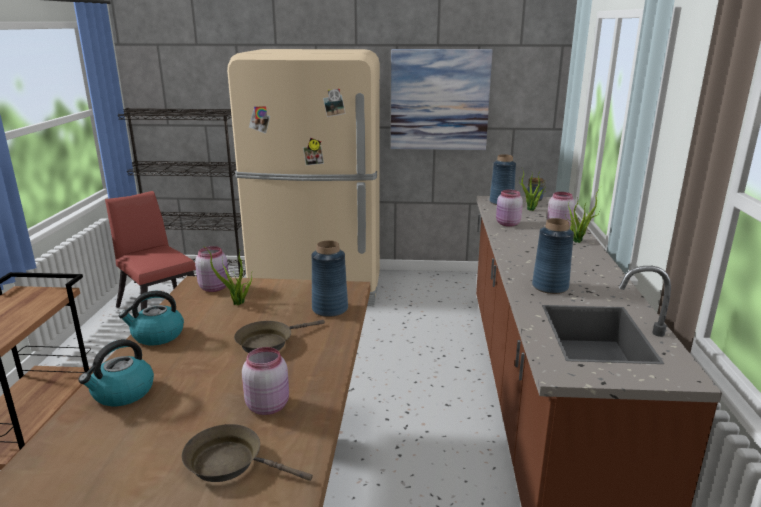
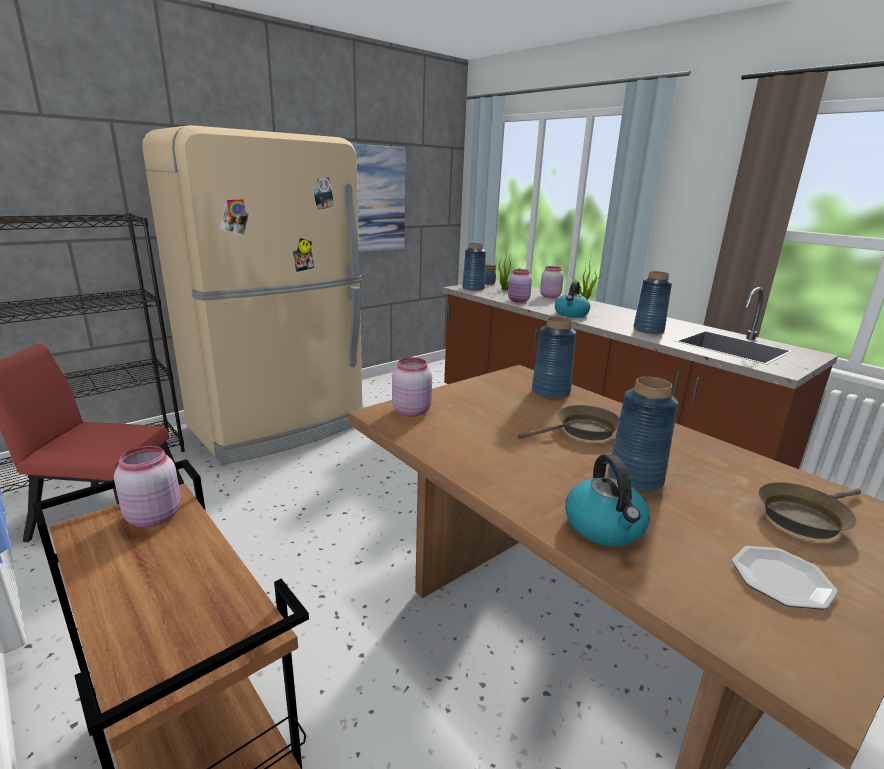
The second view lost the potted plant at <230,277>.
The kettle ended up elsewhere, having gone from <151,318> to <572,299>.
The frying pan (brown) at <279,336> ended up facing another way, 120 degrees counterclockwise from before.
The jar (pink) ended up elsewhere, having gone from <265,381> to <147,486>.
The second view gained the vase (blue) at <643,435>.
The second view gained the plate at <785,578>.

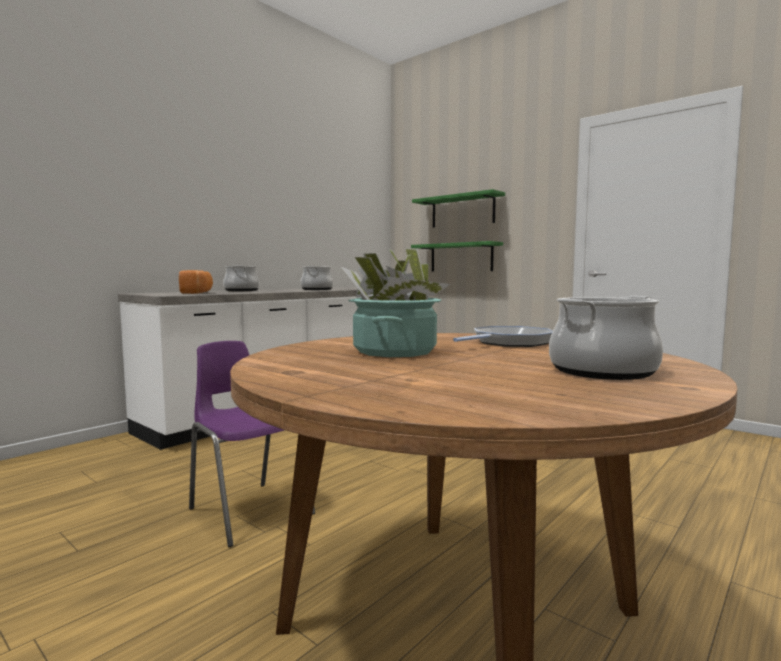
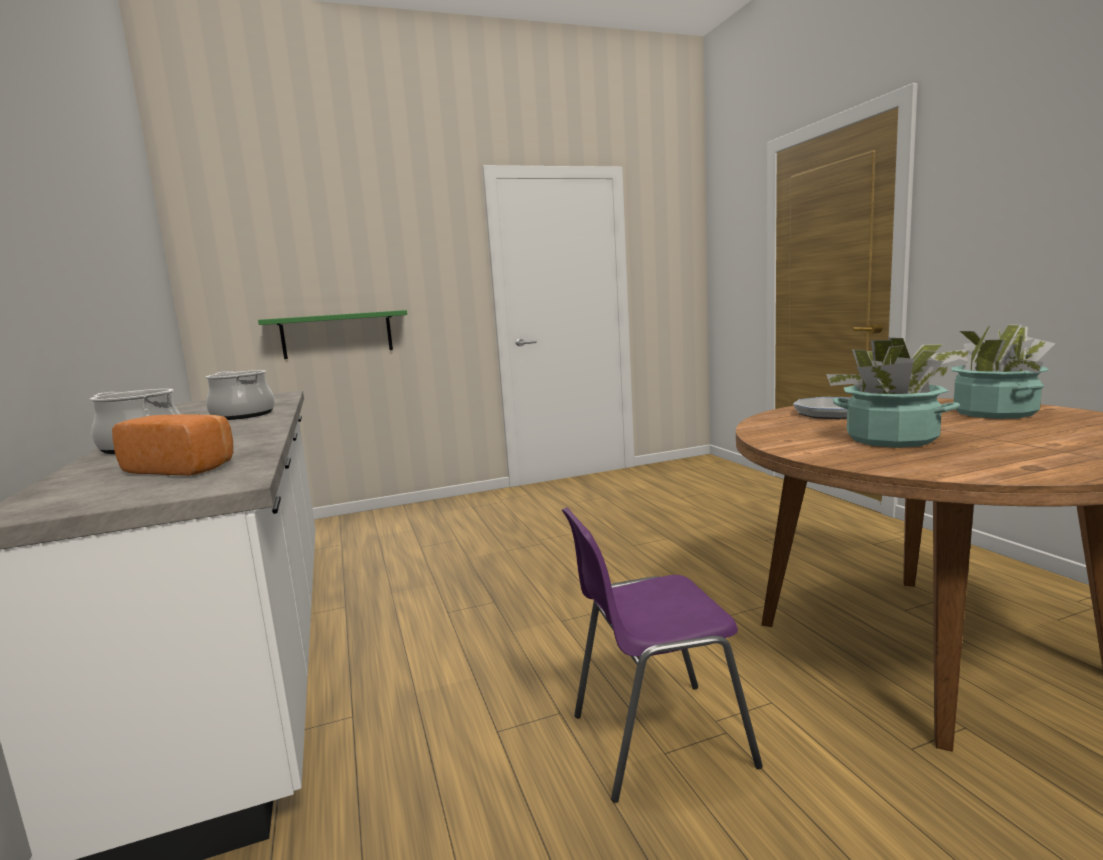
The second view lost the shelf (green) at <458,208>.
Where the cooking pot stood at <606,338>, the potted plant came to stand at <993,371>.

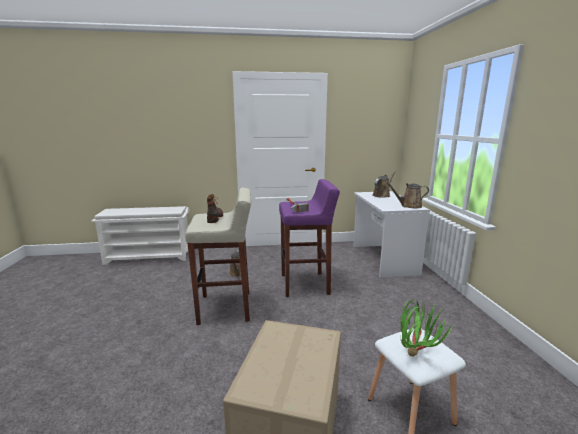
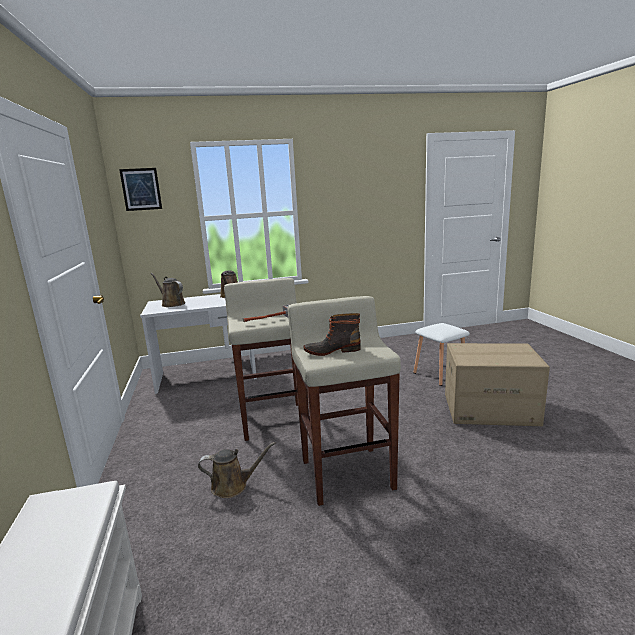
What was the stool (purple) at <309,238> turned into the stool (beige) at <266,359>.
The second view lost the potted plant at <426,327>.
The second view gained the picture at <140,189>.

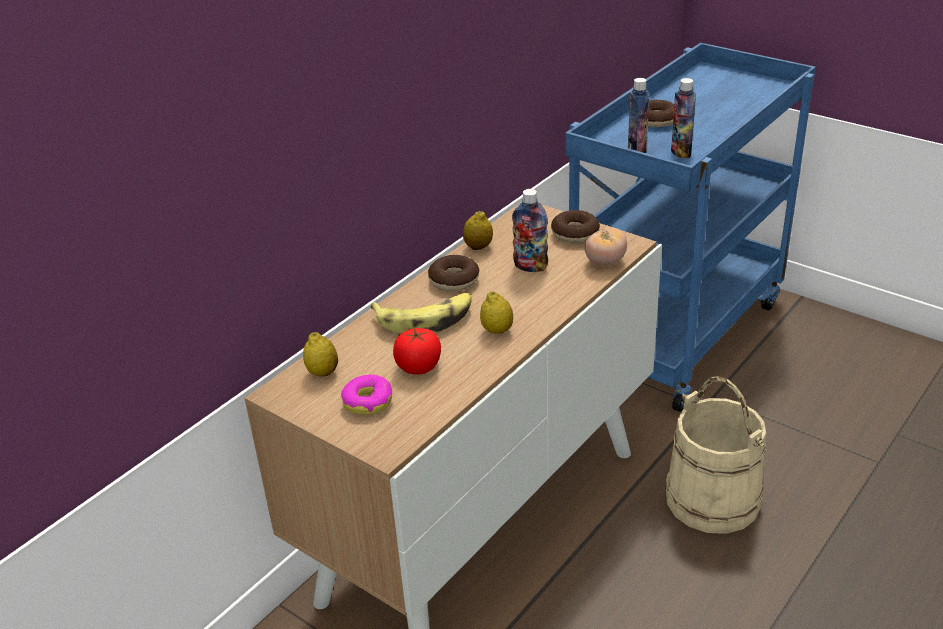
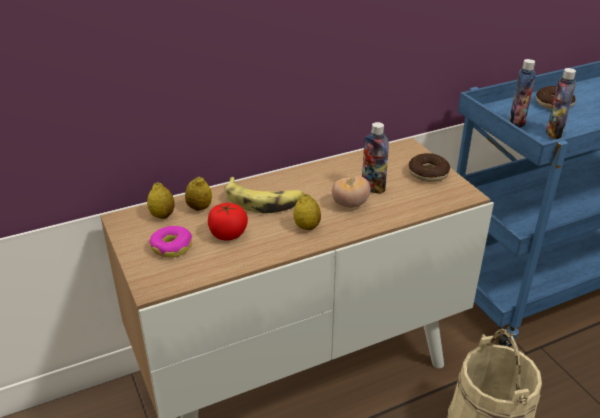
The lemon ended up elsewhere, having gone from <478,230> to <198,194>.
The tomato ended up elsewhere, having gone from <606,246> to <351,192>.
The second view lost the donut at <453,273>.

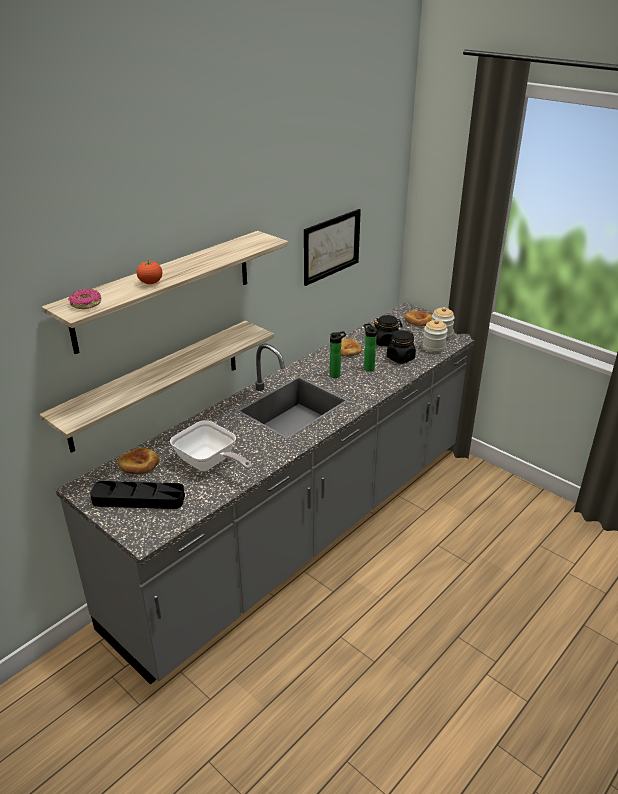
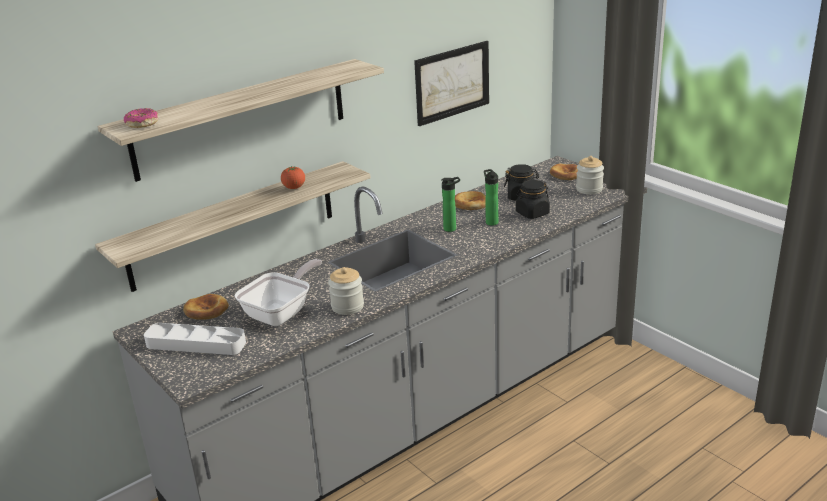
The tomato ended up elsewhere, having gone from <149,272> to <293,177>.
The jar ended up elsewhere, having gone from <435,336> to <346,291>.
The frying pan at <211,445> ended up facing another way, 105 degrees counterclockwise from before.
What was the tray (black) at <137,495> turned into the tray (white) at <195,339>.

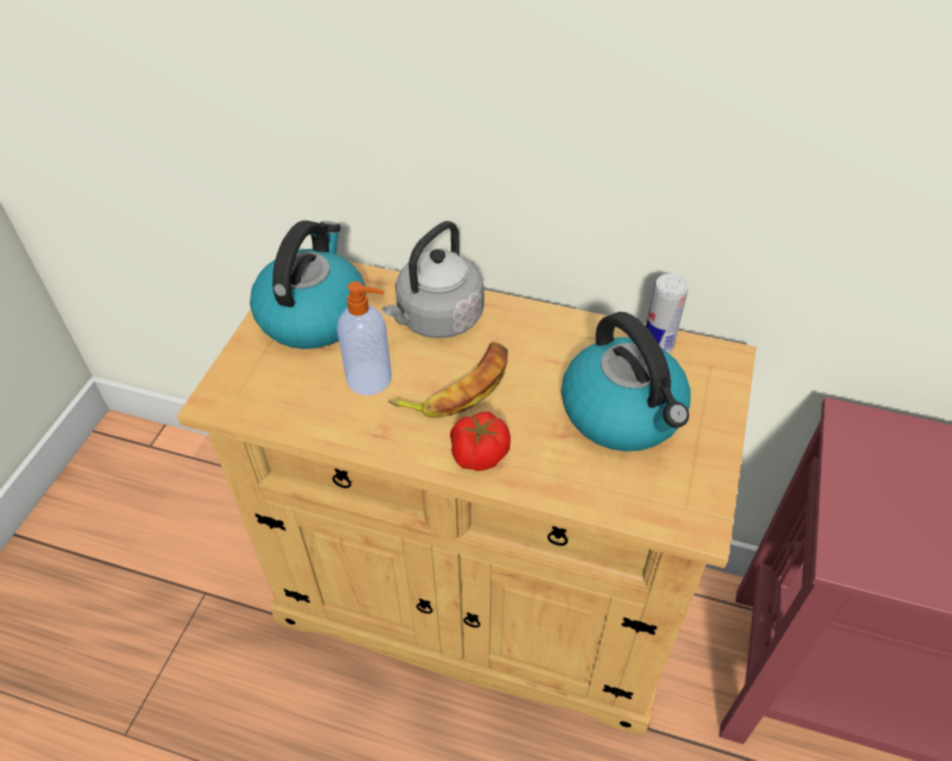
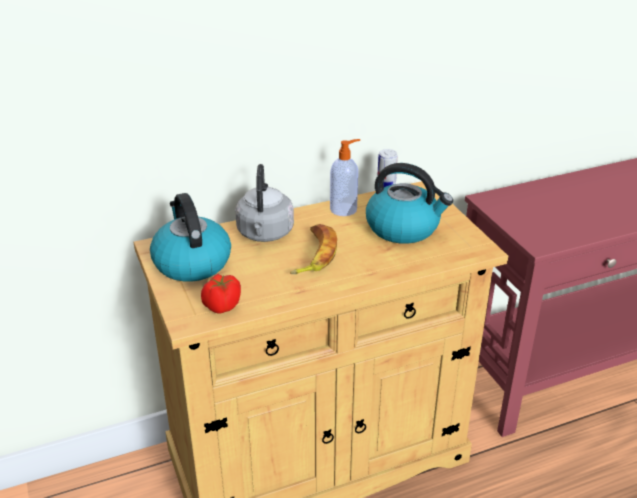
The soap dispenser ended up elsewhere, having gone from <364,338> to <345,177>.
The tomato ended up elsewhere, having gone from <480,441> to <221,294>.

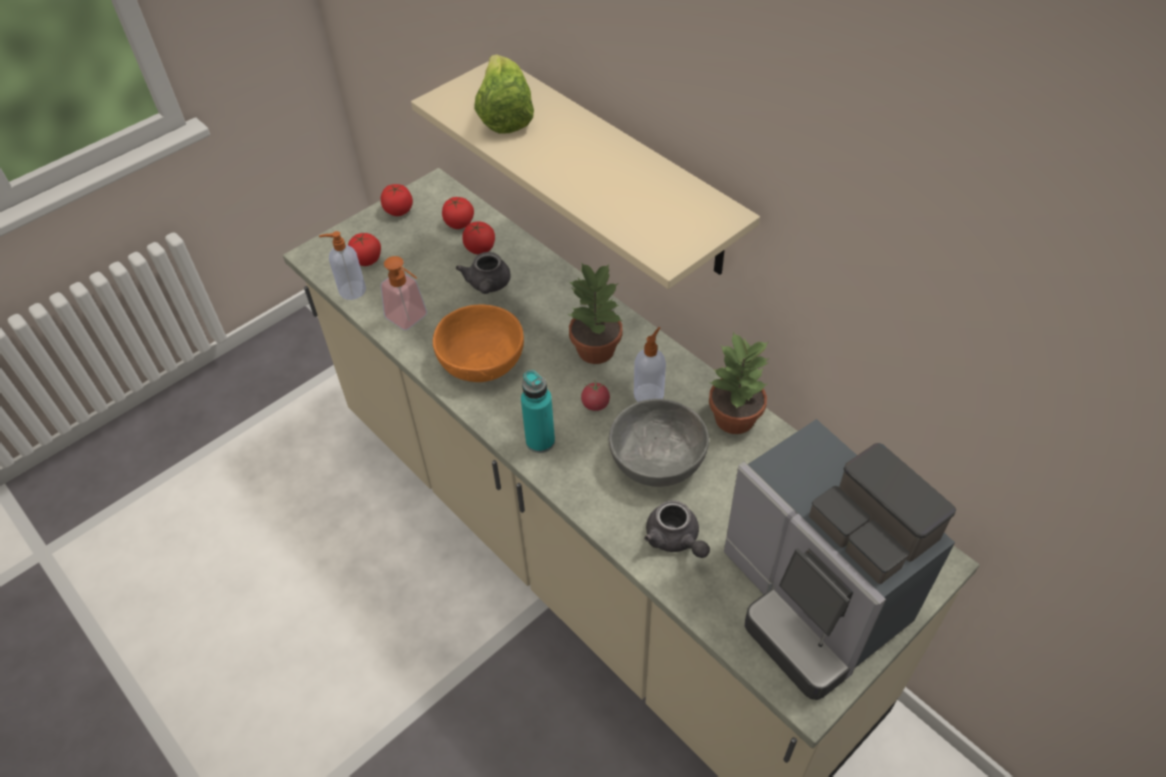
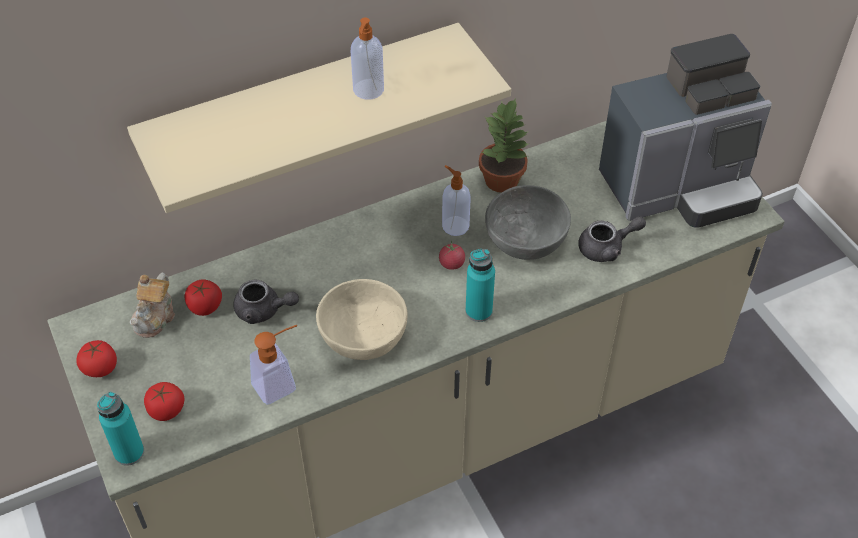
The second view lost the lettuce at <504,94>.
Where the tomato stood at <458,213>, the teapot came to stand at <152,305>.
The soap dispenser ended up elsewhere, having gone from <342,265> to <367,59>.
The second view lost the potted plant at <595,313>.
What was the bowl (orange) at <478,343> turned into the bowl (beige) at <361,319>.
The second view gained the bottle (turquoise) at <120,429>.

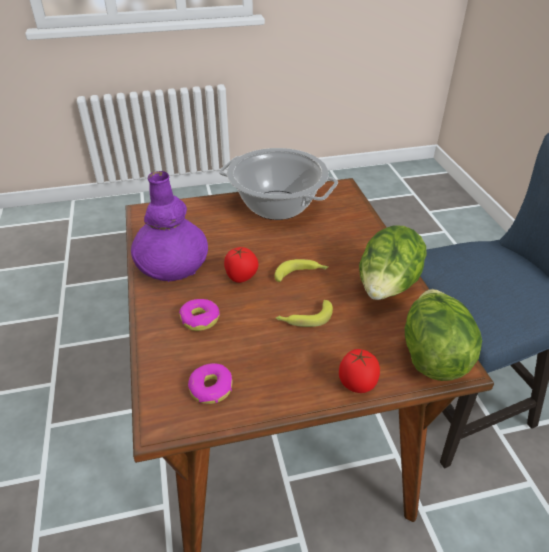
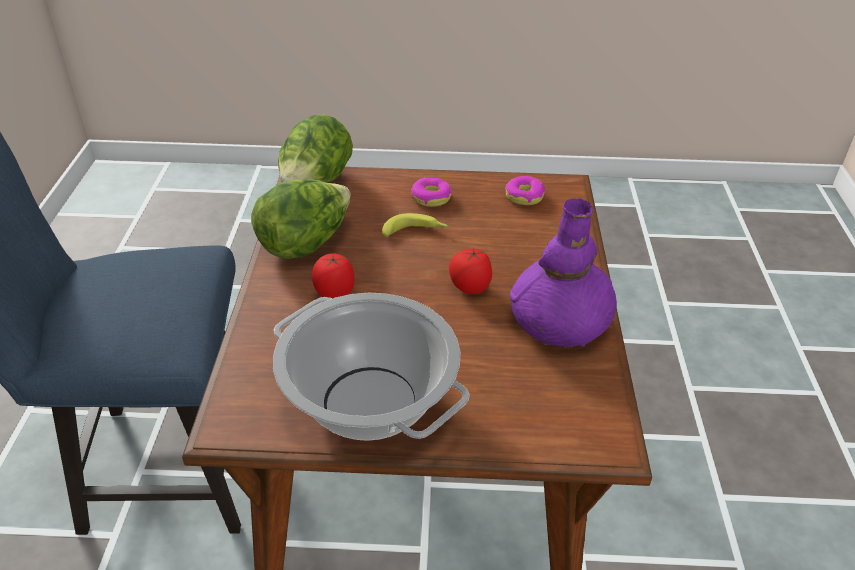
The second view lost the banana at <301,270>.
The donut ended up elsewhere, having gone from <199,315> to <431,192>.
The tomato ended up elsewhere, having gone from <359,371> to <333,276>.

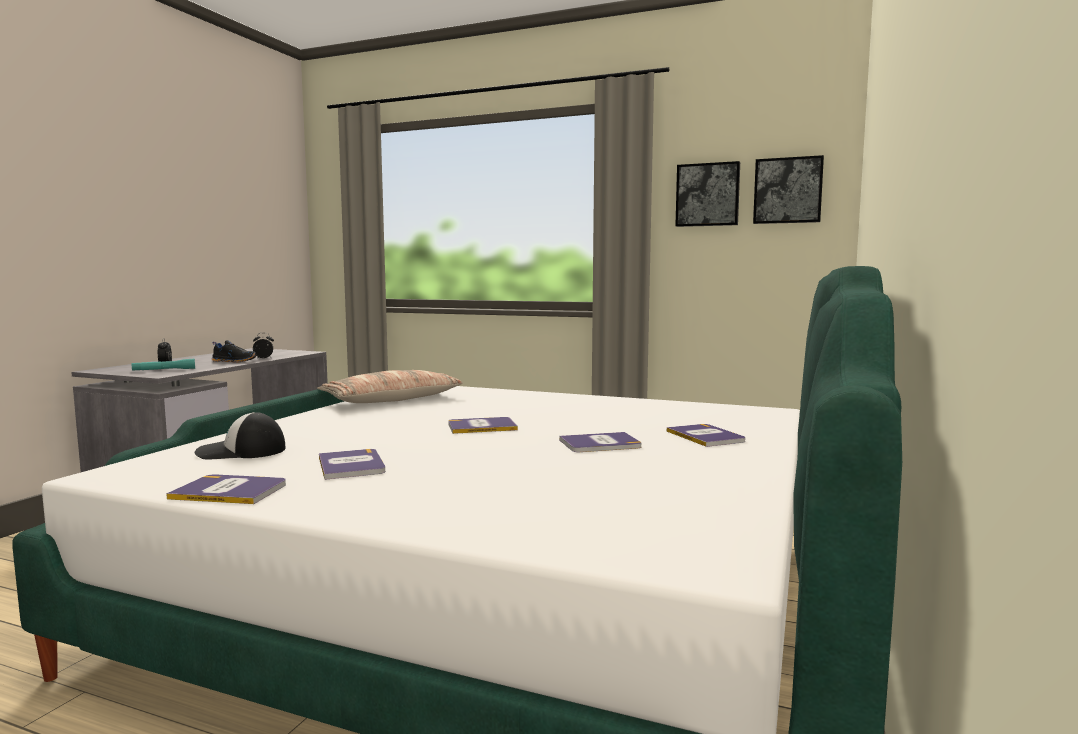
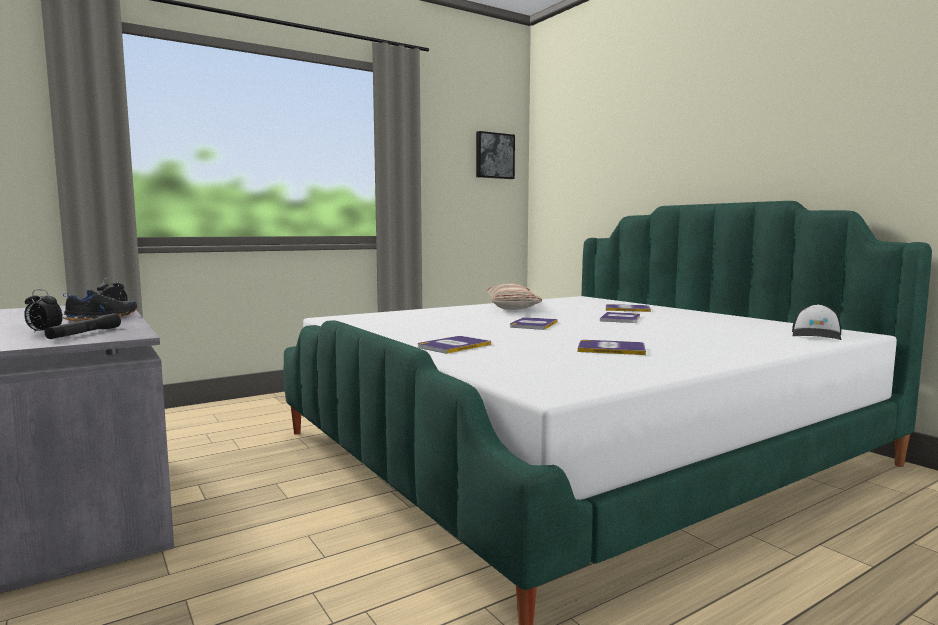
The second view lost the picture at <707,194>.
What was the flashlight (turquoise) at <163,365> turned into the flashlight (black) at <83,326>.
The pillow ended up elsewhere, having gone from <390,386> to <514,297>.
The cap ended up elsewhere, having gone from <240,436> to <817,322>.
The book ended up elsewhere, having gone from <226,489> to <454,345>.

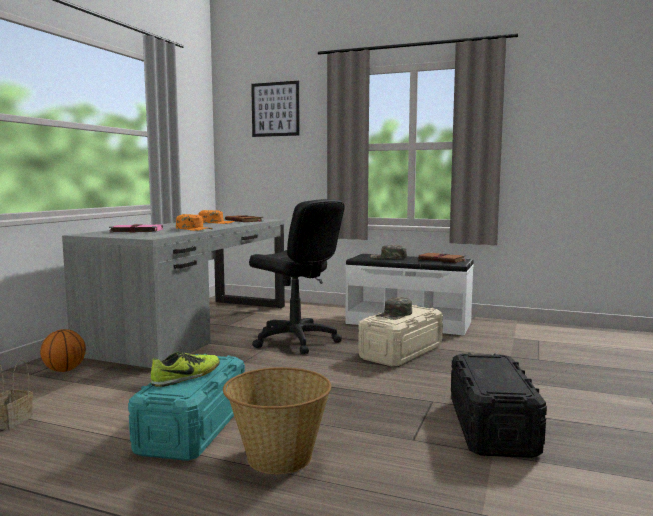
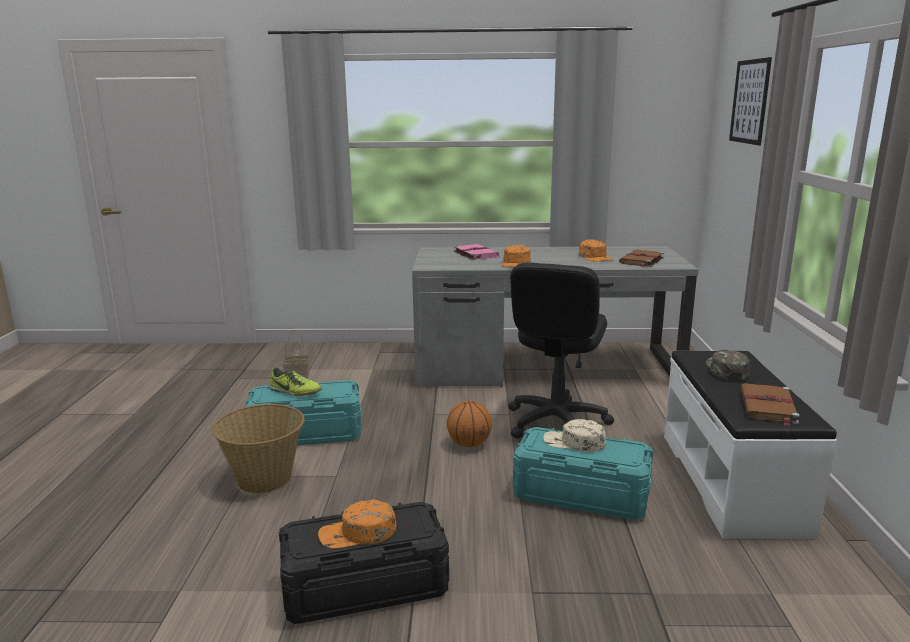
What was the cap (green) at <394,308> turned into the cap (beige) at <575,435>.
What was the storage box (beige) at <400,336> turned into the storage box (turquoise) at <583,473>.
The basketball ended up elsewhere, having gone from <63,350> to <469,424>.
The second view gained the cap (orange) at <357,524>.

